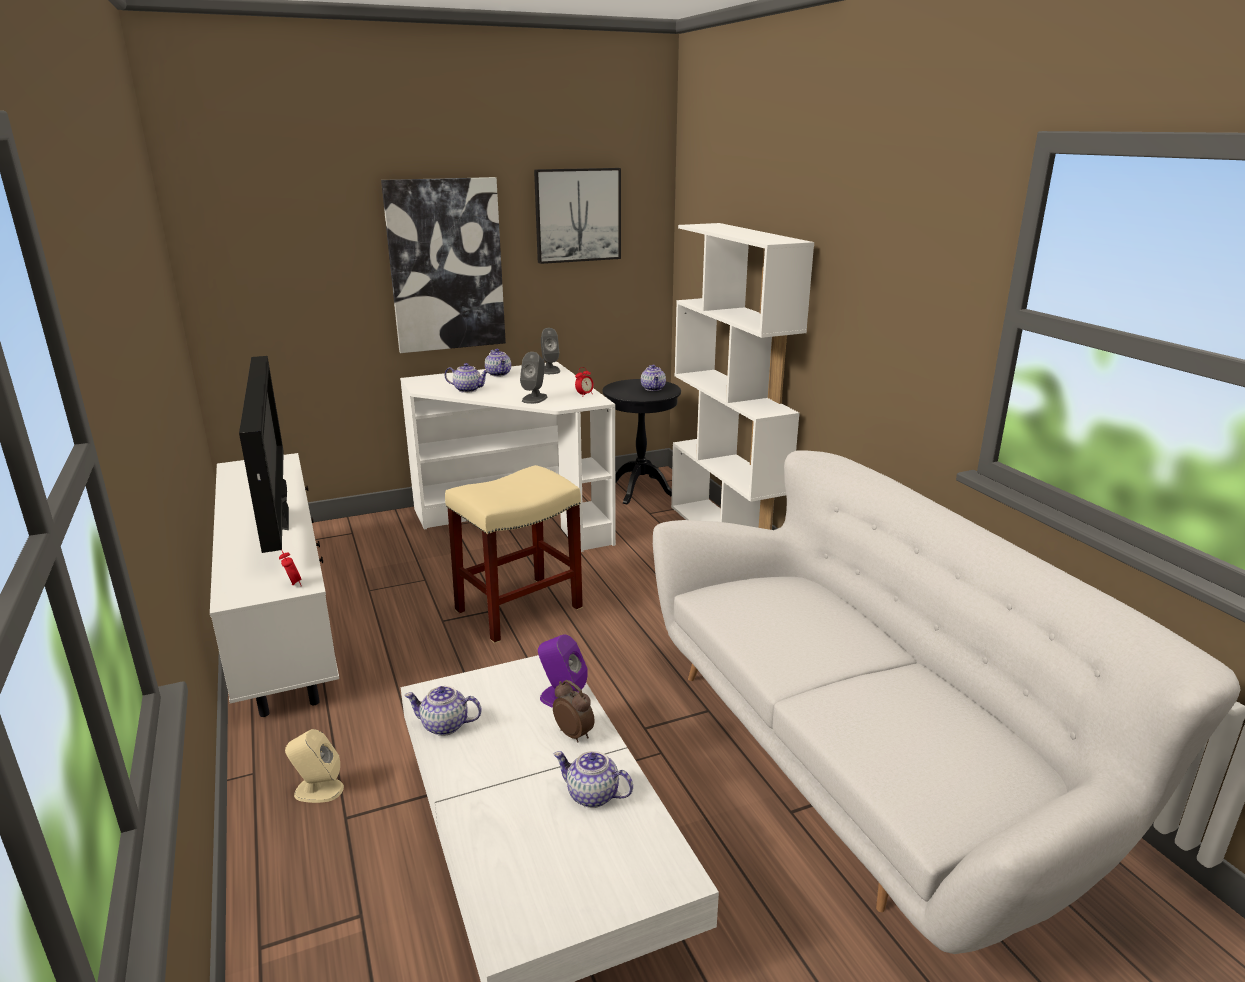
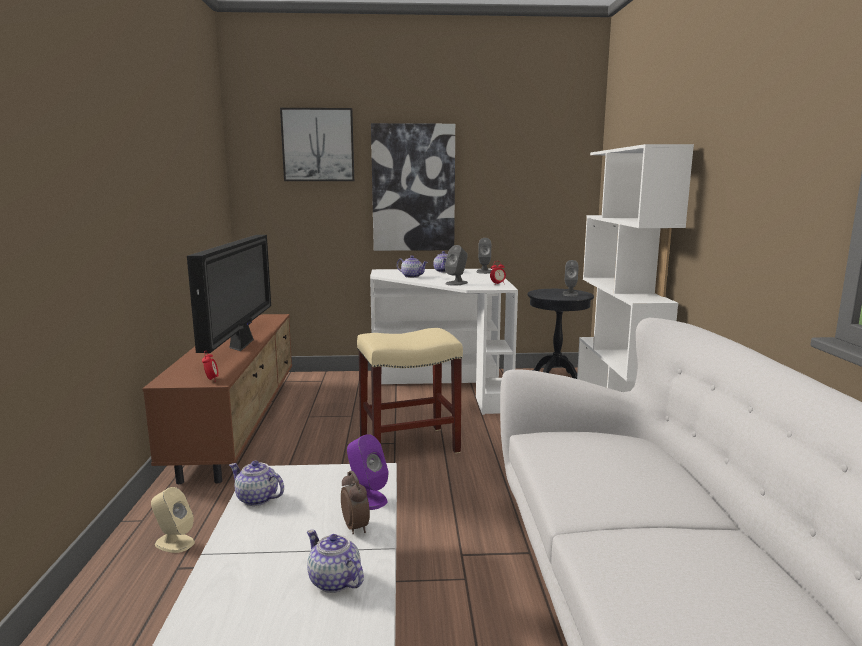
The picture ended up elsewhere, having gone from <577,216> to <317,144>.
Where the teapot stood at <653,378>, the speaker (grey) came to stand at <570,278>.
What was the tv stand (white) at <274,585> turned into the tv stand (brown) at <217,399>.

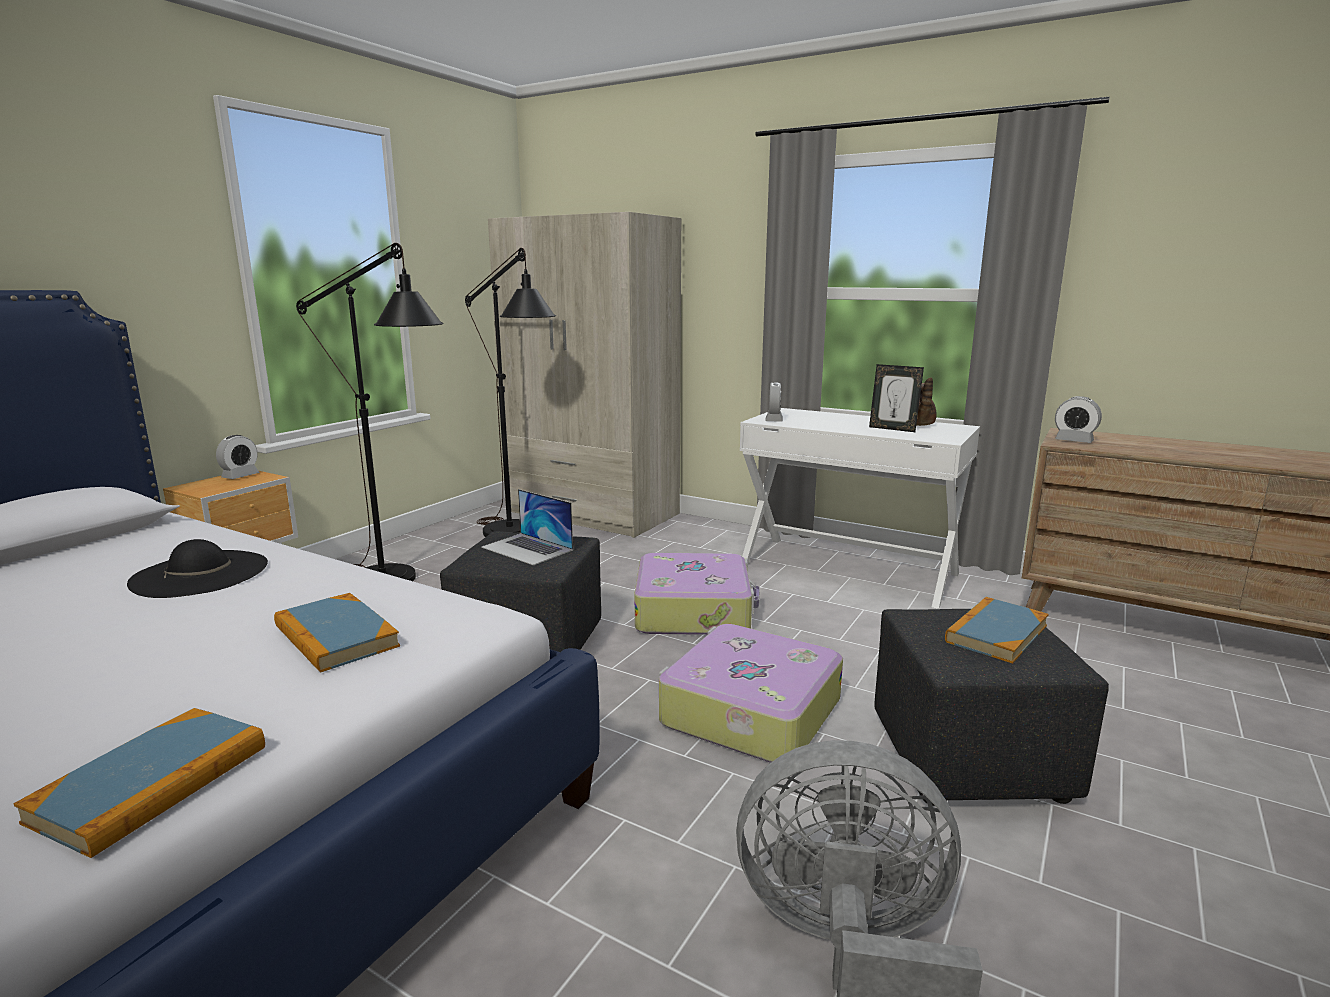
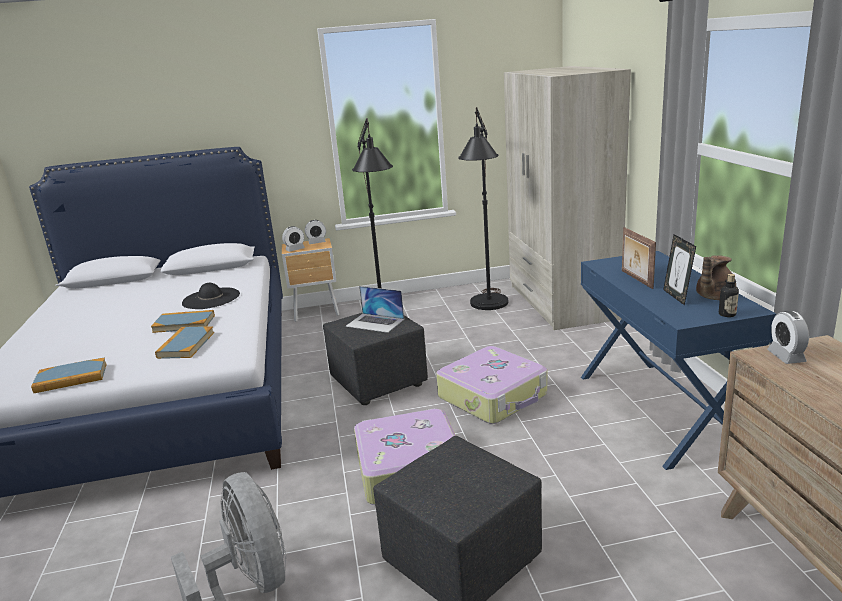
The alarm clock ended up elsewhere, having gone from <774,402> to <293,239>.
What was the desk (white) at <860,508> turned into the desk (blue) at <678,360>.
The laptop at <527,527> ended up facing another way, 60 degrees counterclockwise from before.
The book ended up elsewhere, having gone from <997,630> to <183,321>.
The second view gained the picture frame at <639,258>.
The second view gained the bottle at <729,295>.

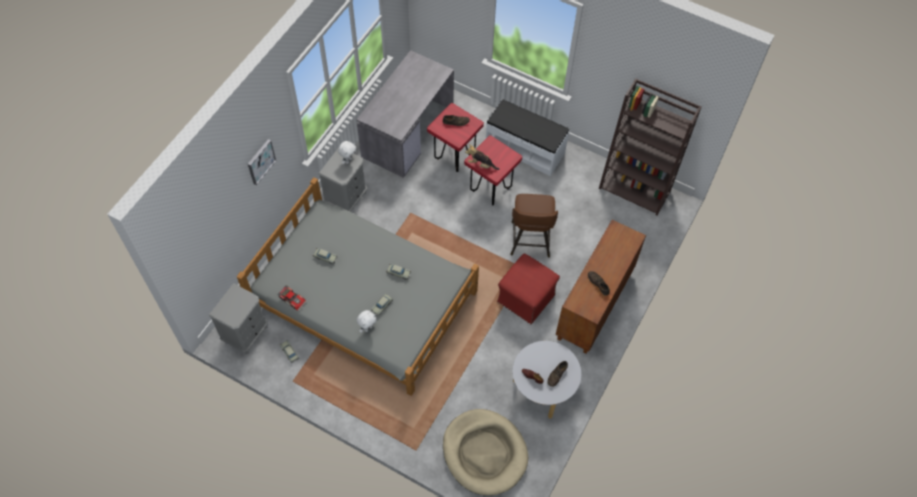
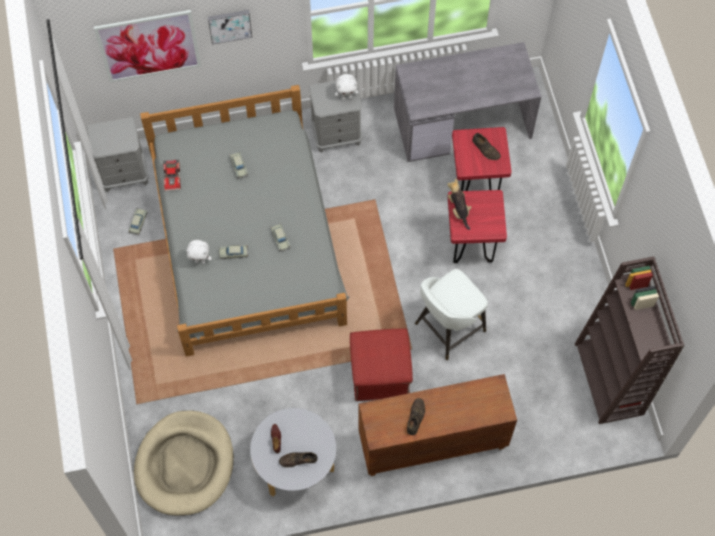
The second view lost the bench (white) at <527,137>.
What was the stool (brown) at <534,226> turned into the stool (white) at <451,314>.
The second view gained the picture at <147,46>.

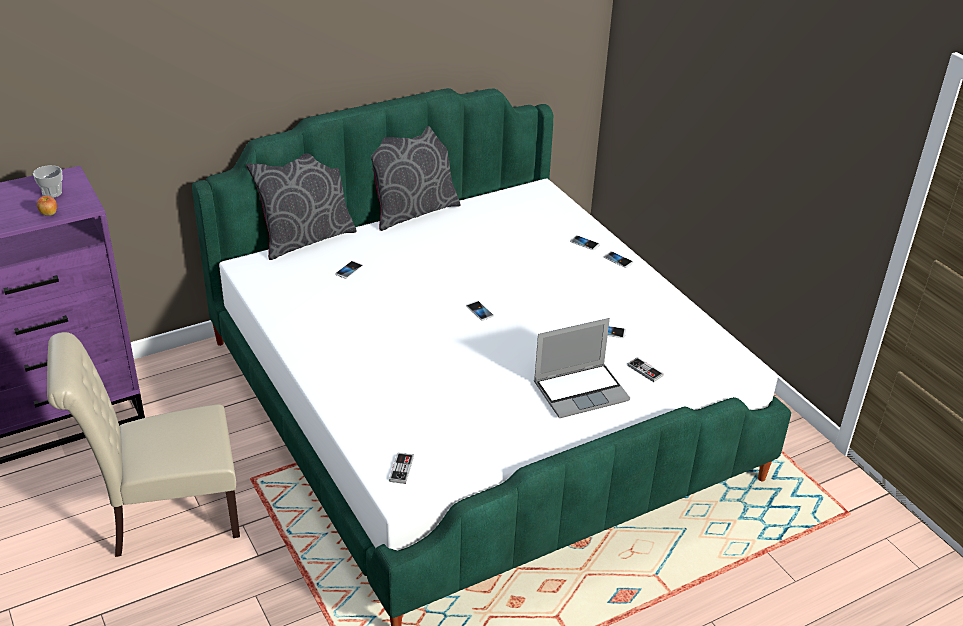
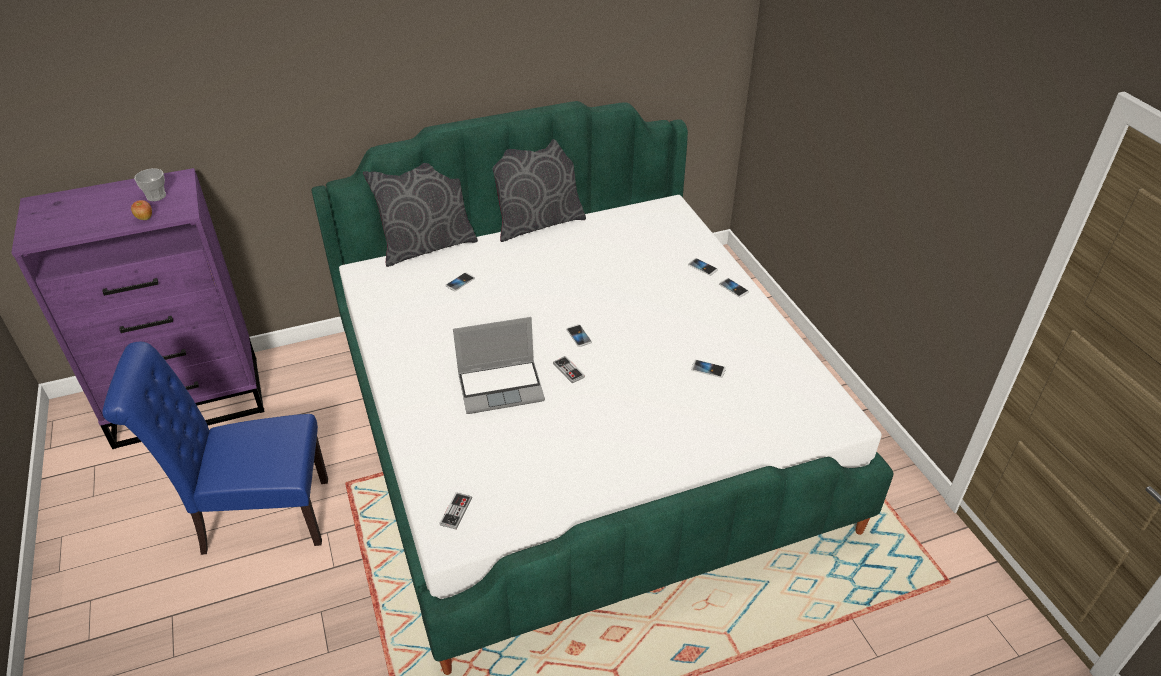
The laptop ended up elsewhere, having gone from <582,368> to <499,365>.
What was the chair (beige) at <143,444> turned into the chair (blue) at <215,448>.
The game controller ended up elsewhere, having gone from <645,369> to <569,369>.

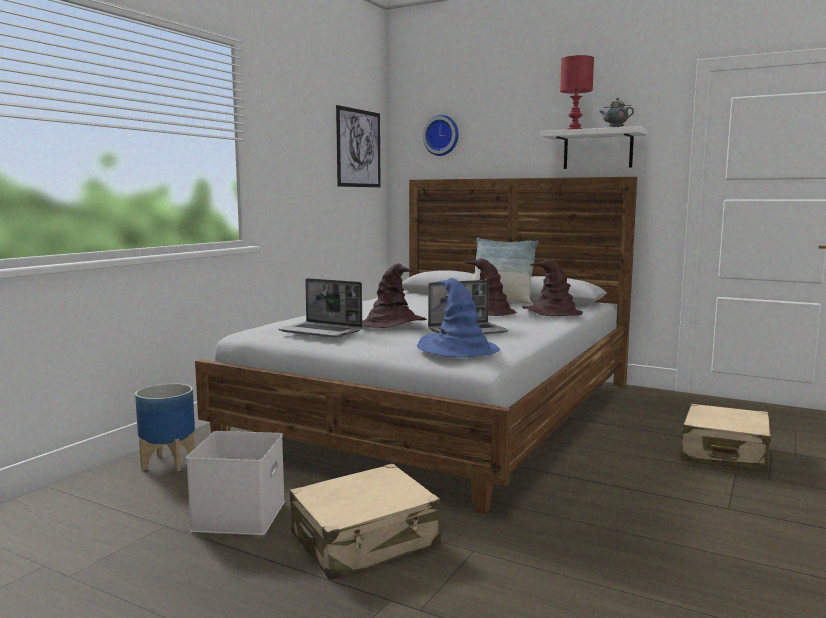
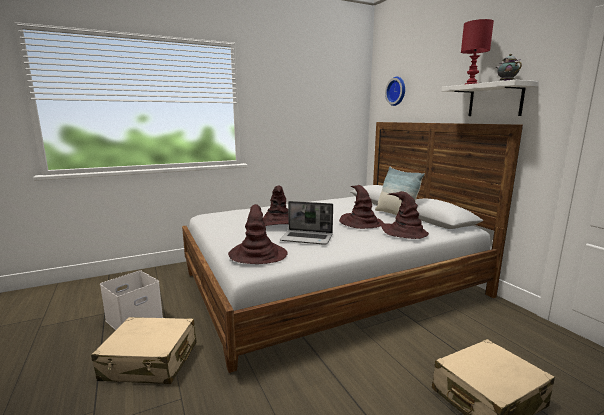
The second view lost the picture at <358,146>.
The second view lost the laptop at <320,308>.
What was the hat (blue) at <458,317> turned into the hat (brown) at <258,234>.
The second view lost the planter at <165,427>.

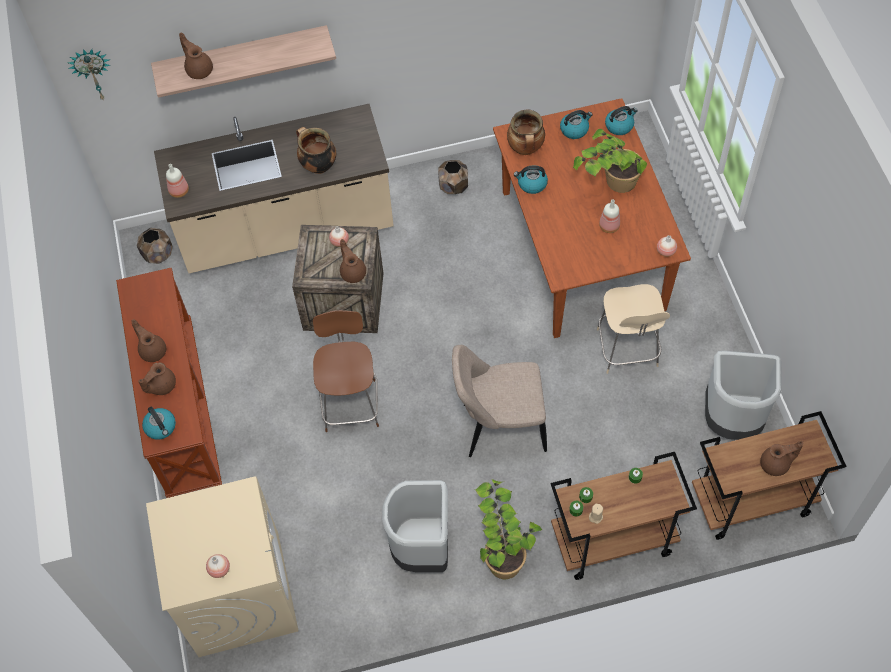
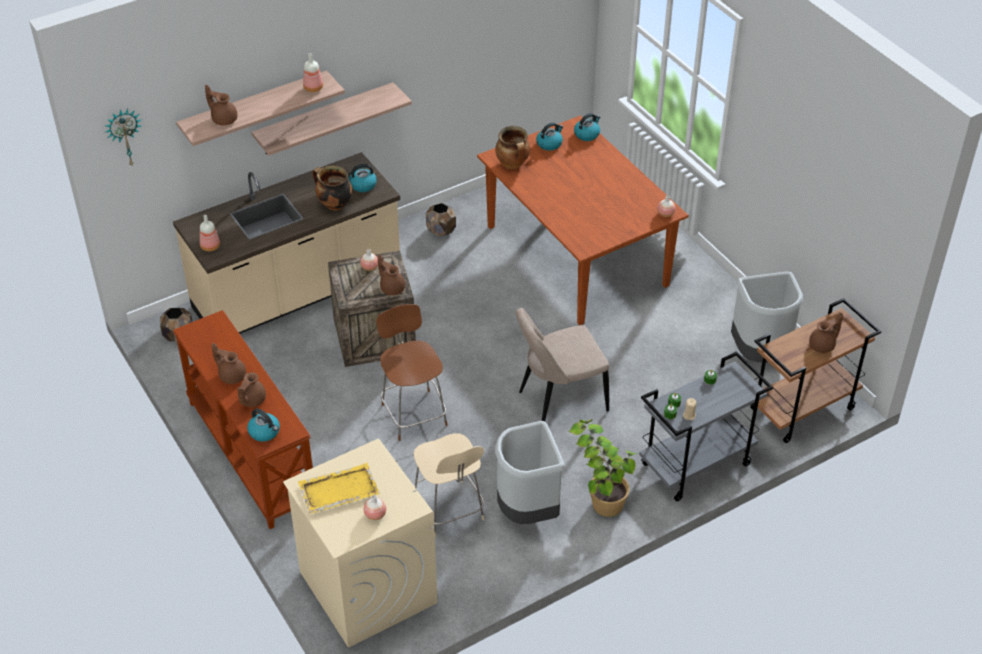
The second view lost the potted plant at <610,161>.
The kettle ended up elsewhere, having gone from <531,180> to <362,178>.
The bottle ended up elsewhere, having gone from <609,216> to <313,72>.
The chair (beige) ended up elsewhere, having gone from <633,329> to <449,485>.
What was the cart (brown) at <624,516> turned into the cart (grey) at <706,426>.
The second view gained the shelf at <331,119>.
The second view gained the tray (yellow) at <339,488>.

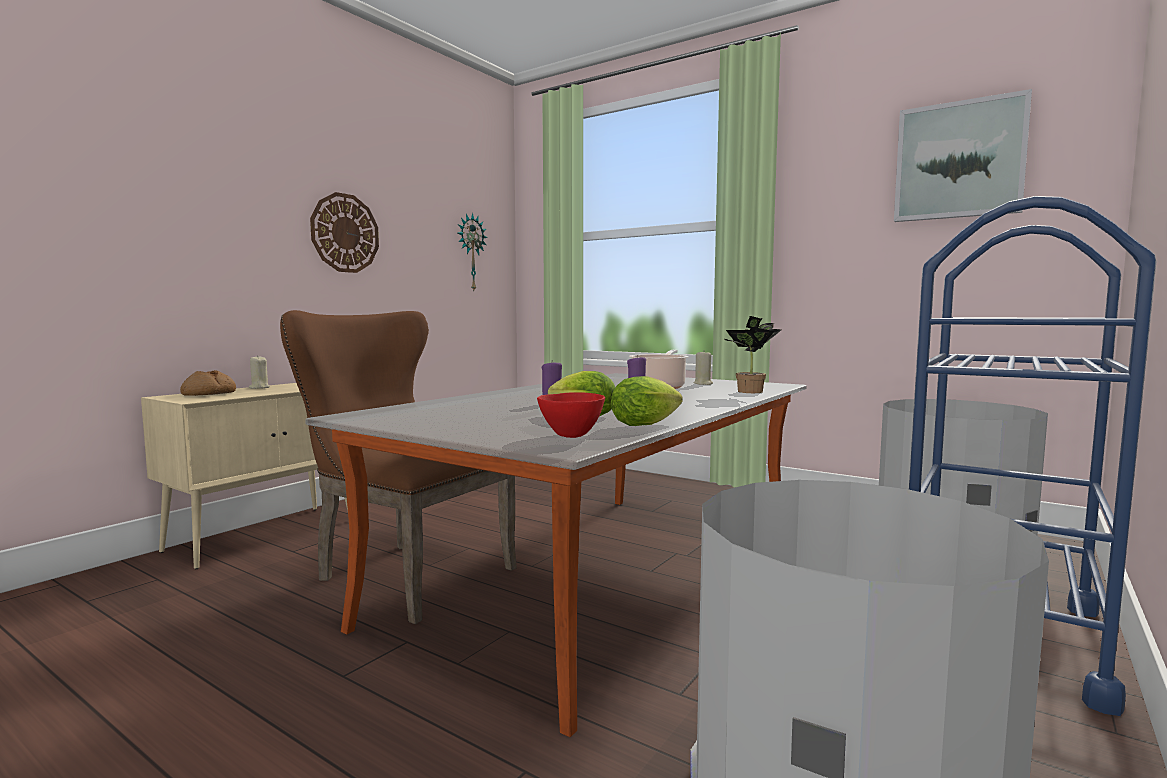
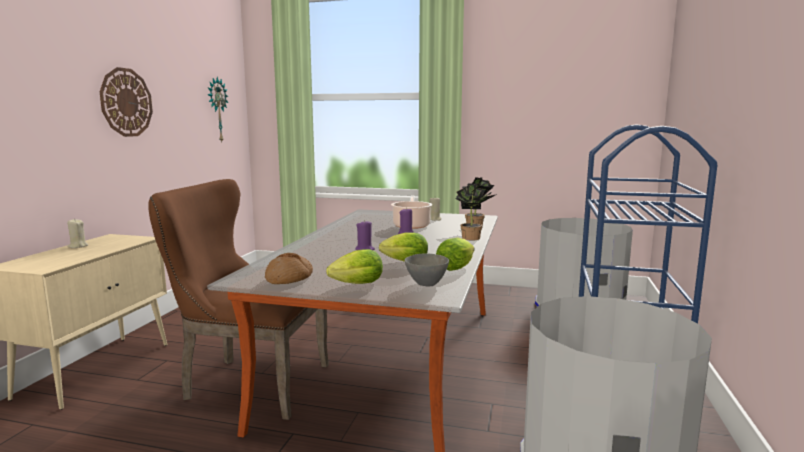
The second view lost the picture at <963,155>.
The bread ended up elsewhere, having gone from <208,383> to <289,268>.
What was the bowl (red) at <571,415> turned into the bowl (grey) at <427,269>.
The second view gained the potted plant at <476,212>.
The second view gained the lettuce at <354,266>.

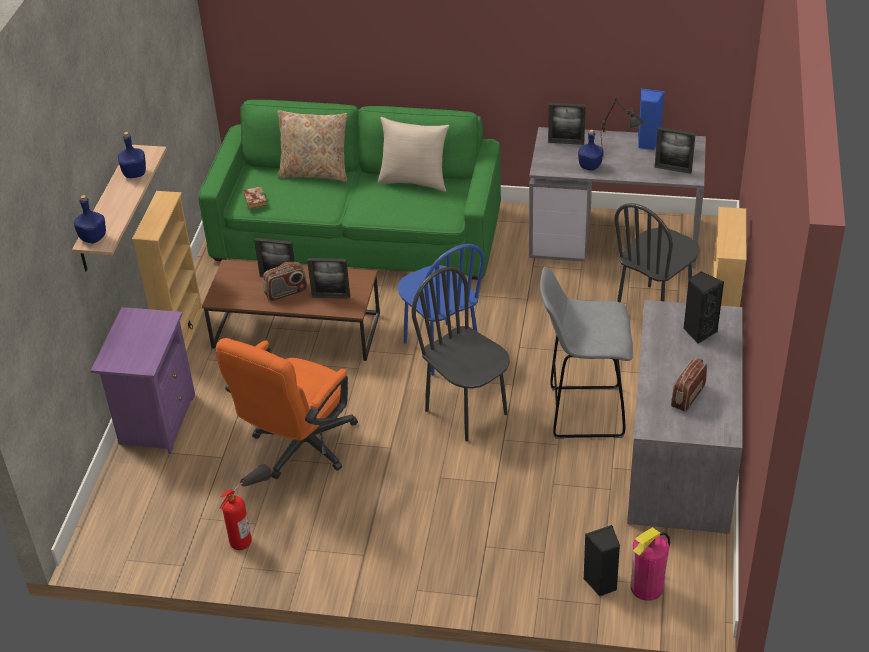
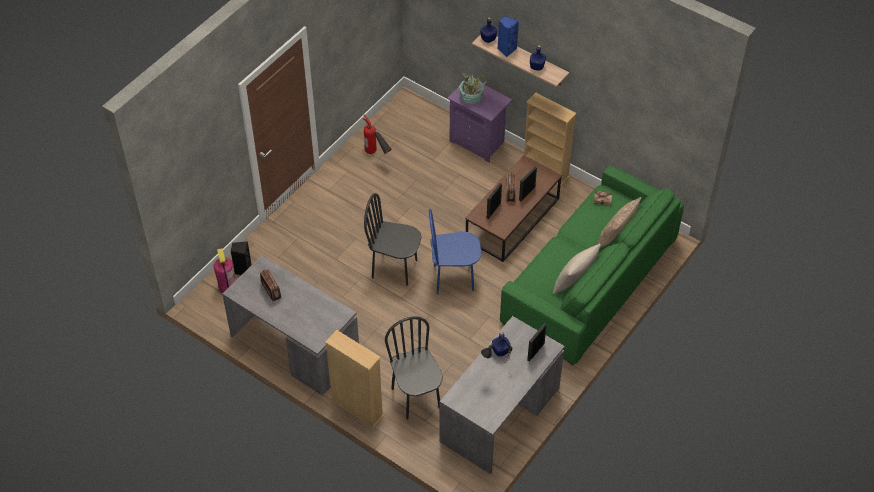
The speaker (blue) ended up elsewhere, having gone from <651,119> to <508,36>.
The second view lost the picture frame at <675,150>.
The chair (black) at <460,354> ended up facing another way, 150 degrees counterclockwise from before.
The second view lost the stool (grey) at <586,353>.
The second view lost the speaker (black) at <703,307>.
The second view lost the office chair (orange) at <287,408>.
The second view gained the potted plant at <472,88>.

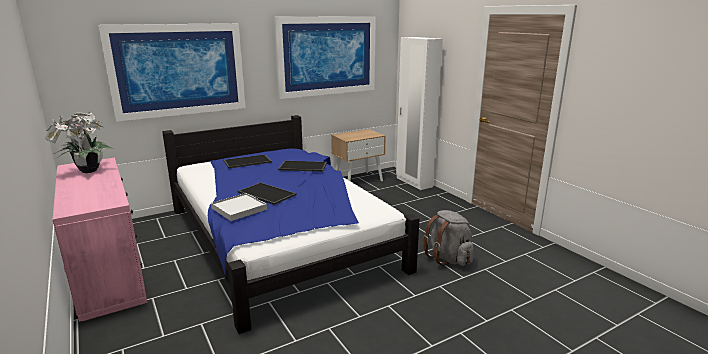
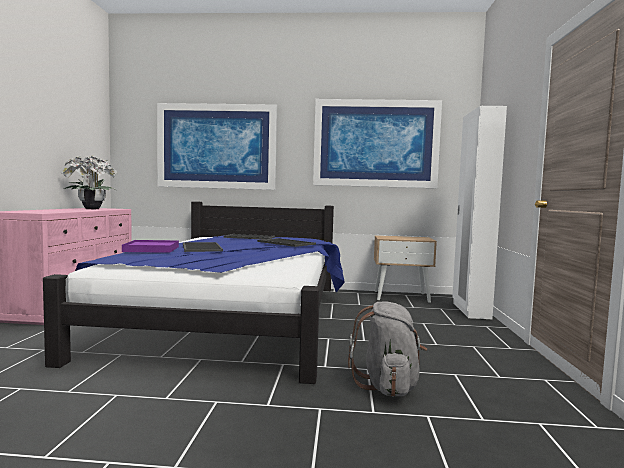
What was the tray (white) at <239,207> turned into the tray (purple) at <150,246>.

